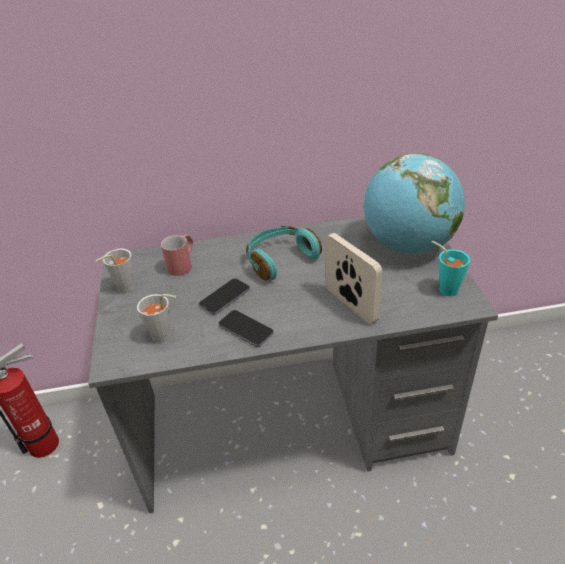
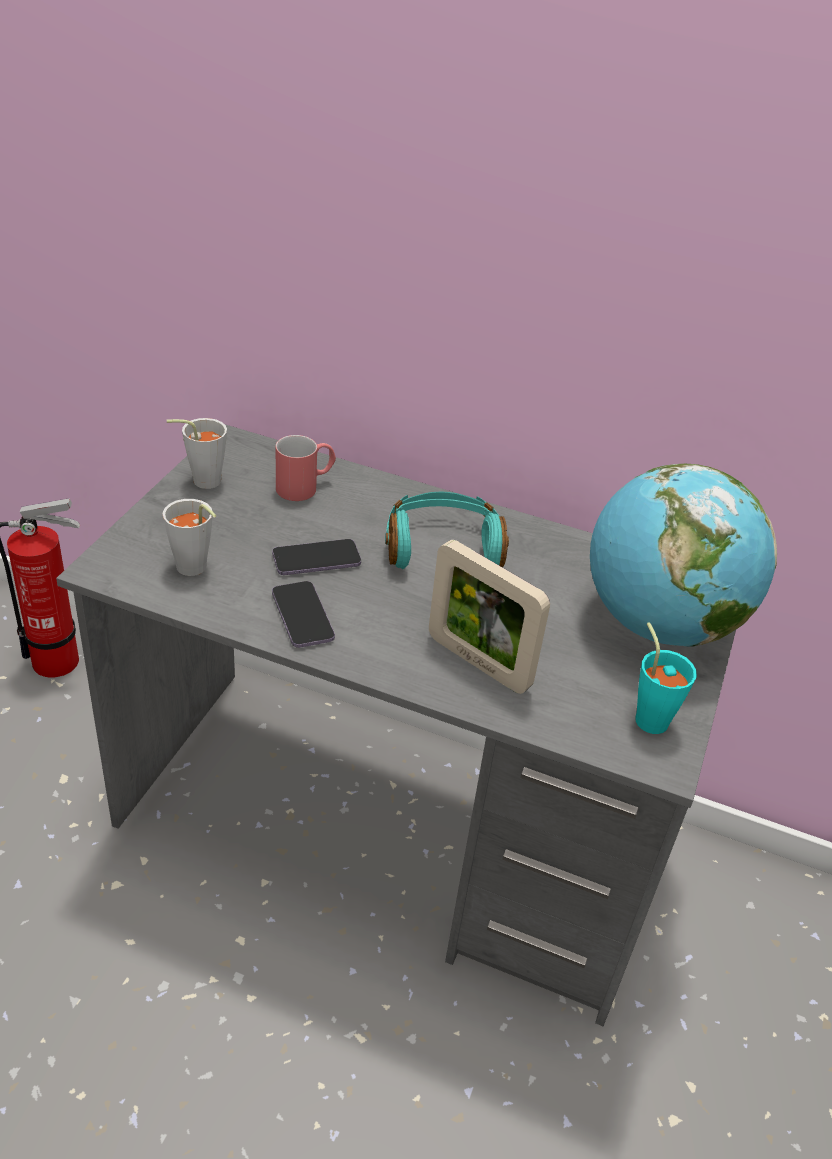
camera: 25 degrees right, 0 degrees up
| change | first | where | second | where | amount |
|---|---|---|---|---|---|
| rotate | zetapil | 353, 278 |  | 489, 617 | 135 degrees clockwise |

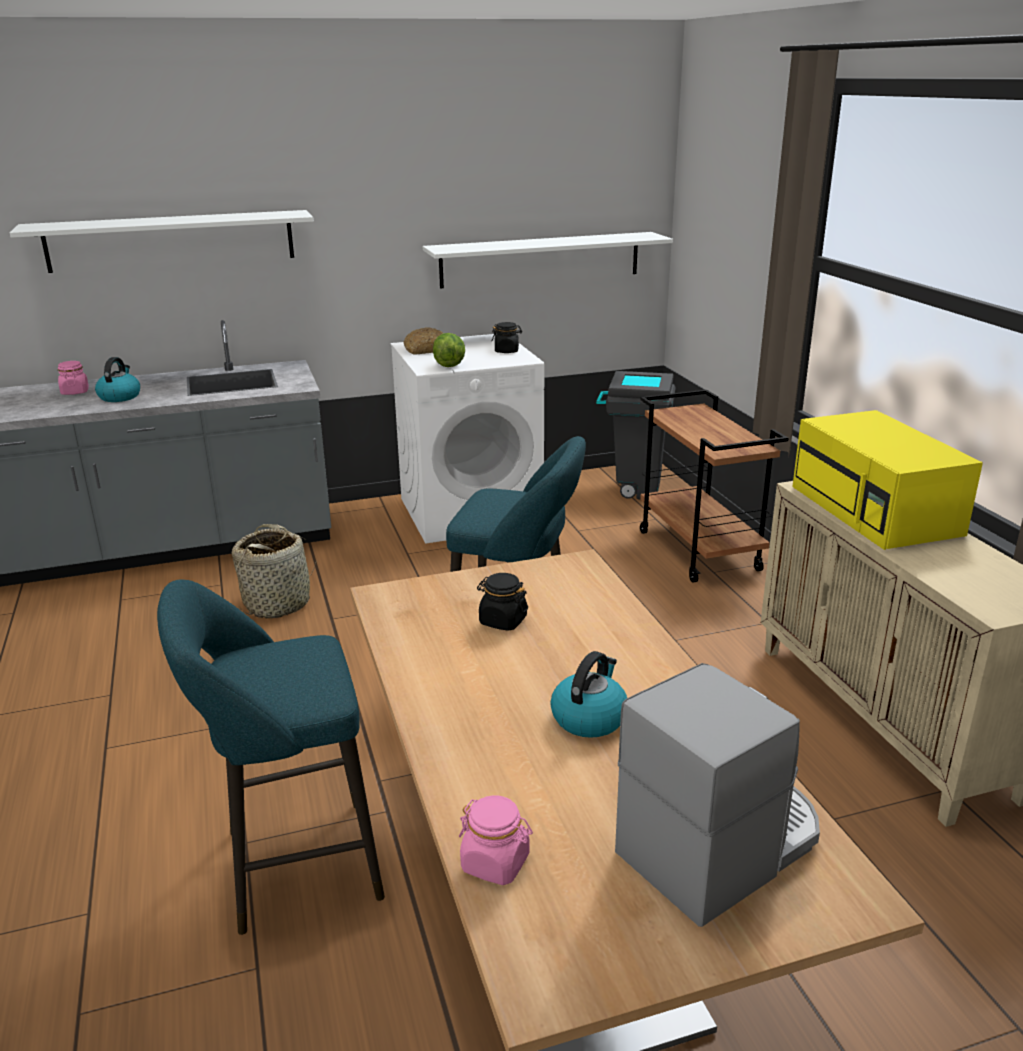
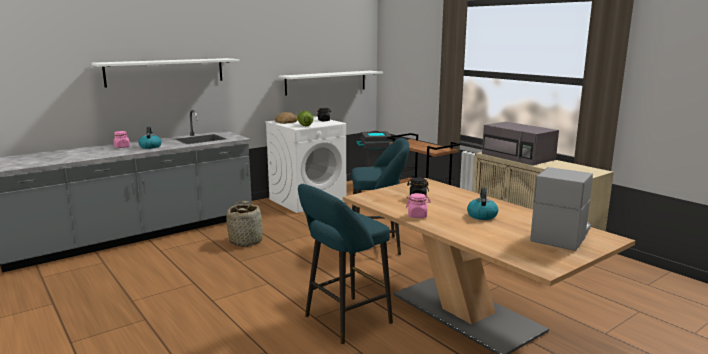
camera: 20 degrees left, 10 degrees down
| change | first | where | second | where | amount |
|---|---|---|---|---|---|
| move | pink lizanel | 496, 840 |  | 418, 205 |  |
| recolor | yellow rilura | 887, 480 | grey rilura | 520, 144 |  |

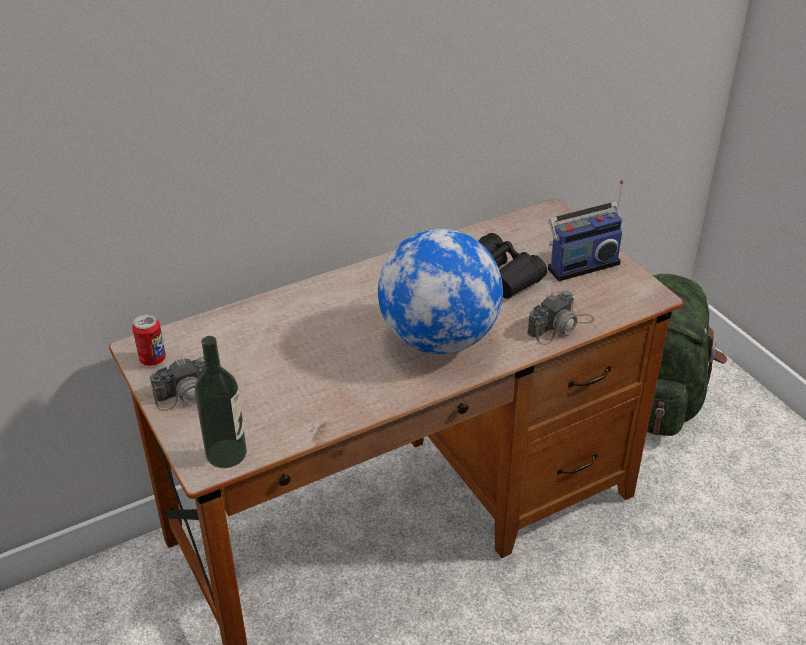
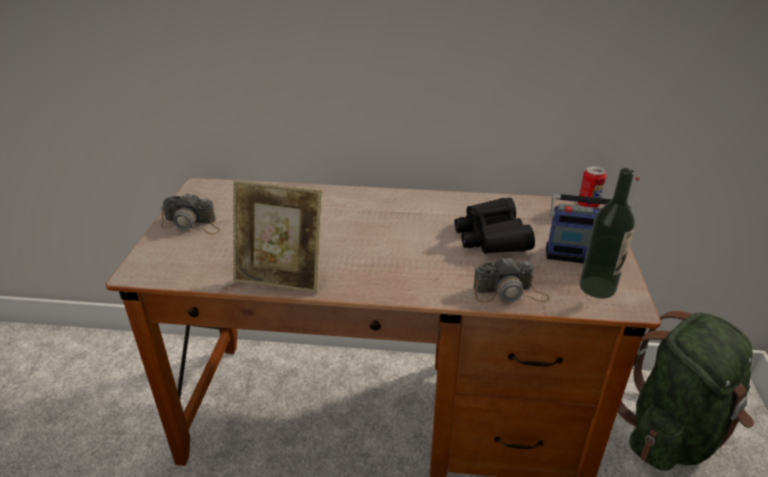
camera: 35 degrees right, 5 degrees down
| change | first | where | second | where | amount |
|---|---|---|---|---|---|
| delete | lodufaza | 440, 291 |  |  |  |
| insert |  |  | zetapil | 277, 236 |  |
| move | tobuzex | 149, 340 |  | 592, 187 |  |
| move | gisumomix | 221, 402 |  | 607, 233 |  |

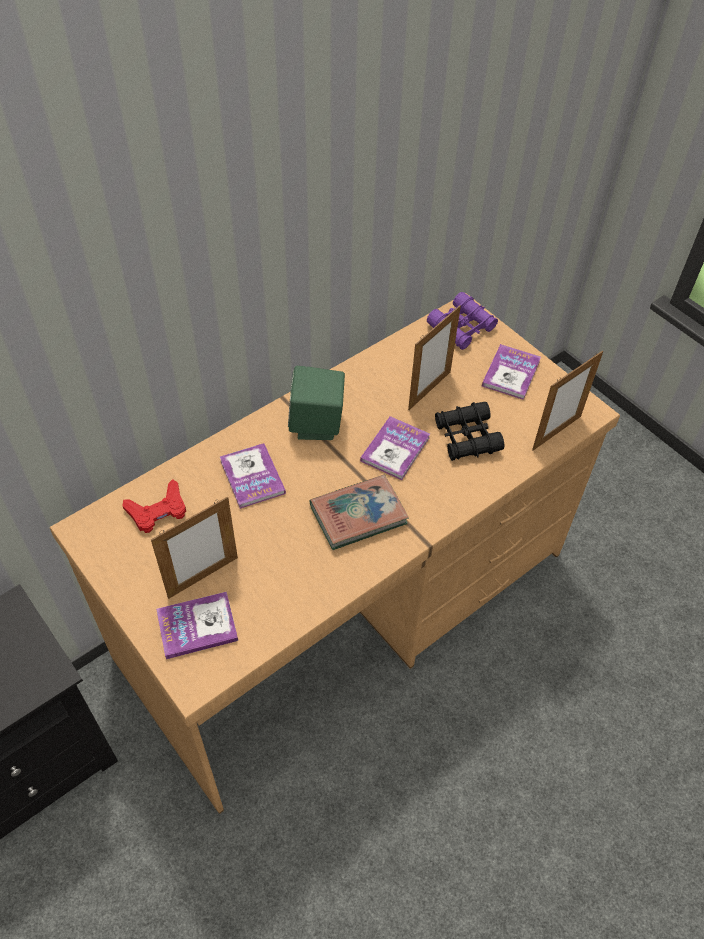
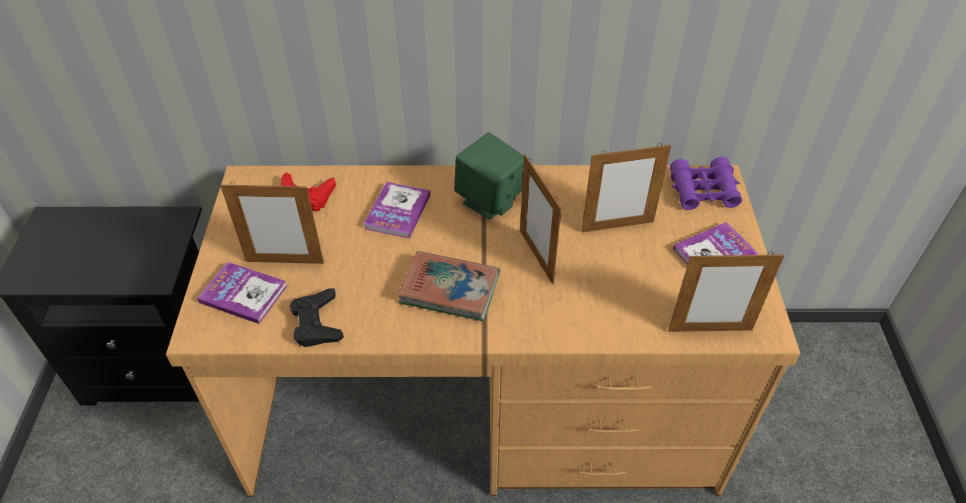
camera: 40 degrees right, 5 degrees down
| change | first | where | second | where | amount |
|---|---|---|---|---|---|
| delete | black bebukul | 470, 431 |  |  |  |
| insert |  |  | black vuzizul | 317, 317 |  |
| replace | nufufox | 395, 448 | zetapil | 541, 219 |  |

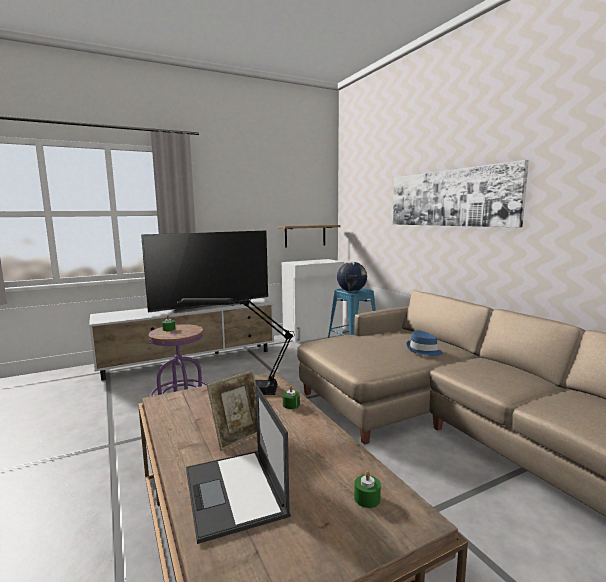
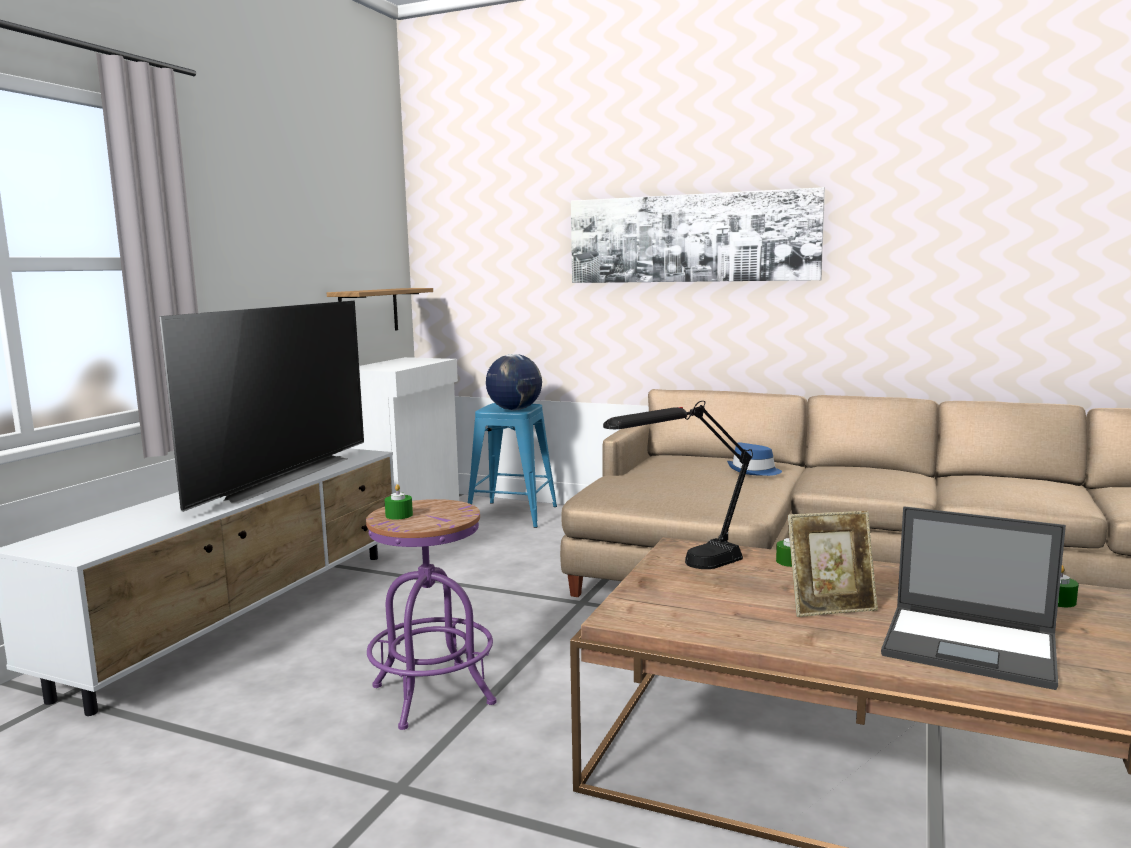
camera: 40 degrees left, 0 degrees up
| change | first | where | second | where | amount |
|---|---|---|---|---|---|
| rotate | zetapil | 232, 411 |  | 833, 564 | 75 degrees clockwise |

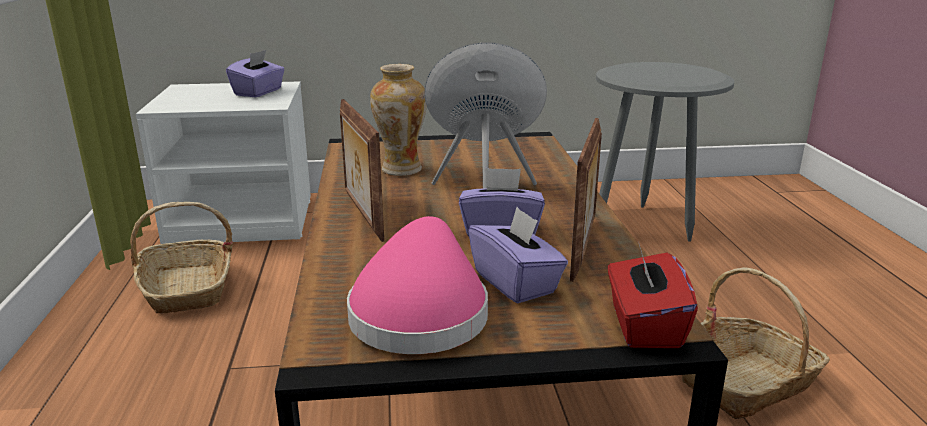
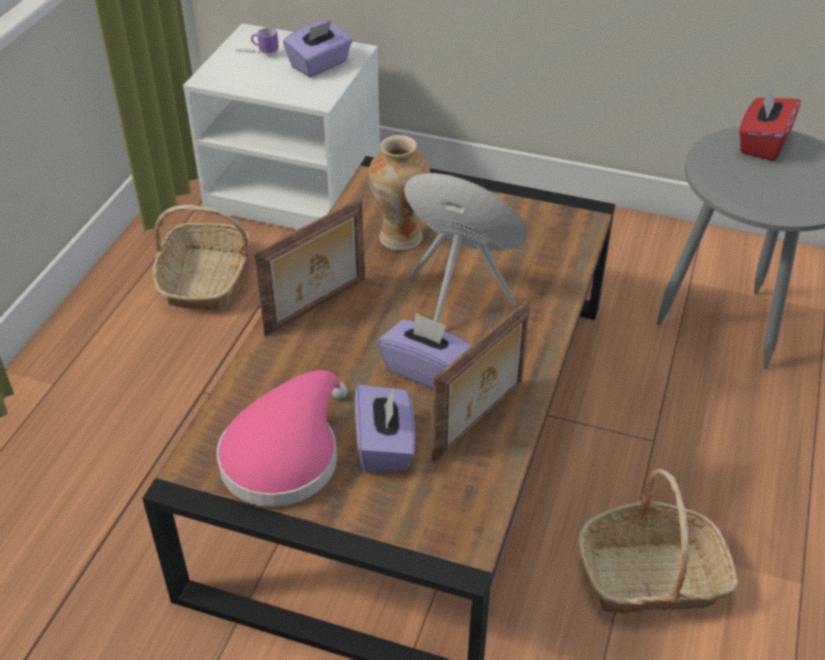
camera: 25 degrees right, 20 degrees up
| change | first | where | second | where | amount |
|---|---|---|---|---|---|
| insert |  |  | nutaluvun | 257, 41 |  |
| move | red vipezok | 653, 294 |  | 770, 124 |  |
| rotate | zetapil | 362, 170 |  | 309, 266 | 135 degrees counterclockwise |

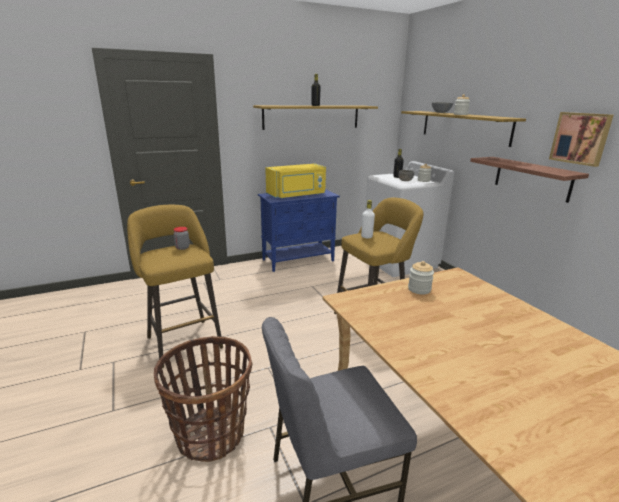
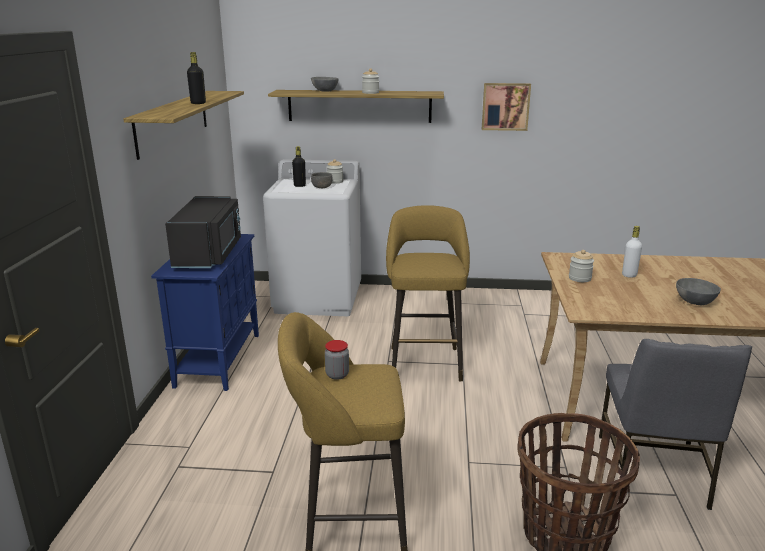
camera: 60 degrees left, 0 degrees up
| change | first | where | second | where | amount |
|---|---|---|---|---|---|
| delete | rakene | 529, 180 |  |  |  |
| insert |  |  | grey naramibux | 698, 291 |  |
| move | white gisumomix | 368, 219 |  | 632, 252 |  |
| recolor | yellow rilura | 295, 181 | black rilura | 203, 232 |  |

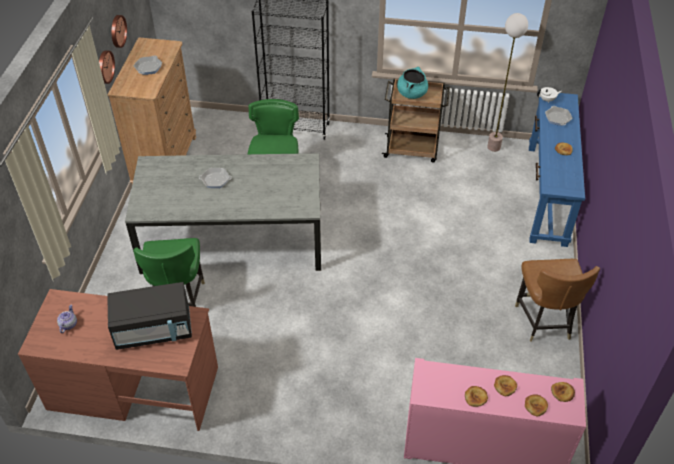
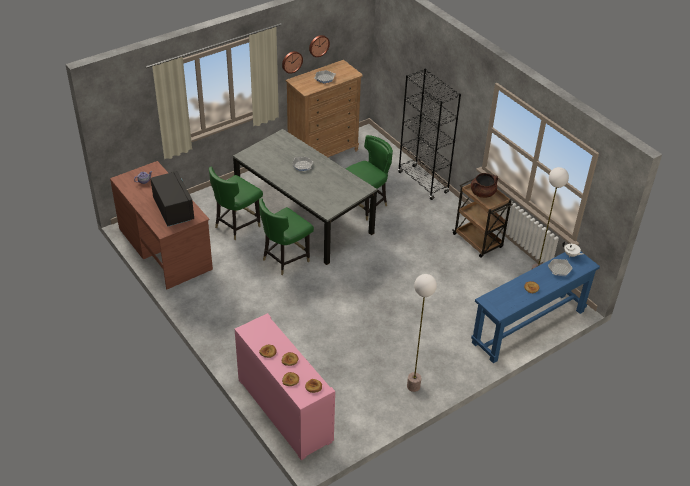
camera: 45 degrees right, 5 degrees down
| change | first | where | second | where | amount |
|---|---|---|---|---|---|
| insert |  |  | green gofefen | 286, 237 |  |
| replace | brown gofefen | 557, 300 | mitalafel | 422, 333 |  |
| recolor | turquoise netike | 412, 83 | brown netike | 484, 185 |  |
| rotate | black rilura | 149, 316 |  | 172, 199 | 150 degrees counterclockwise |

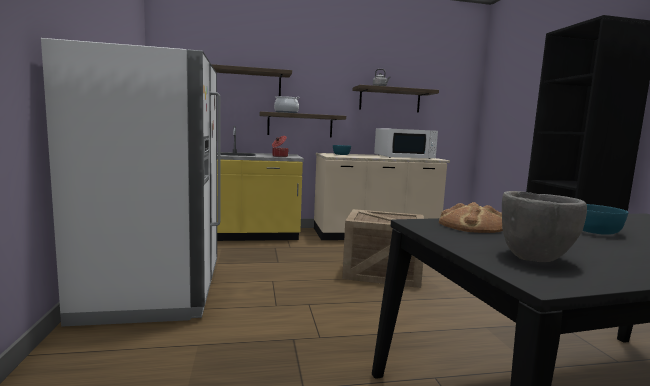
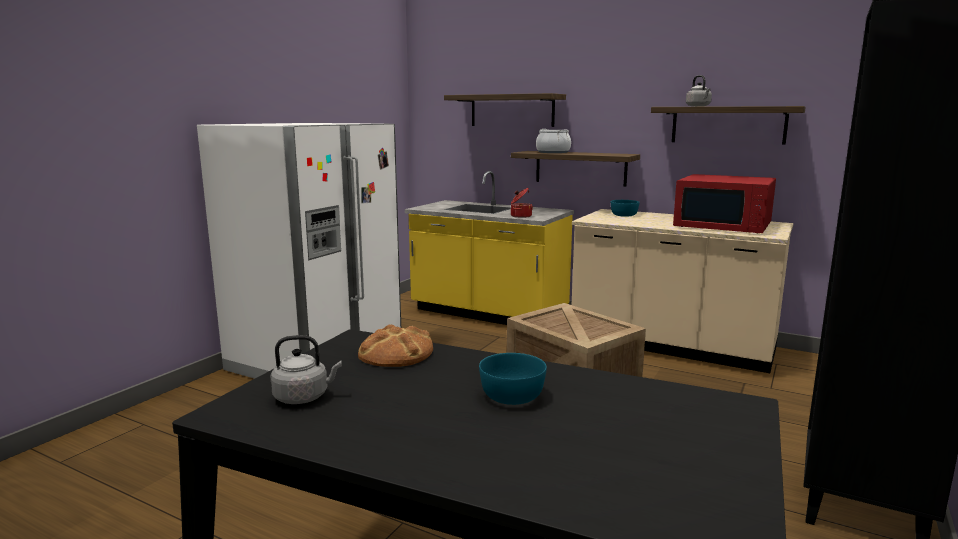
camera: 40 degrees right, 5 degrees up
| change | first | where | second | where | amount |
|---|---|---|---|---|---|
| replace | grey naramibux | 544, 226 | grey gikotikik | 306, 369 |  |
| recolor | white rilura | 406, 144 | red rilura | 724, 203 |  |

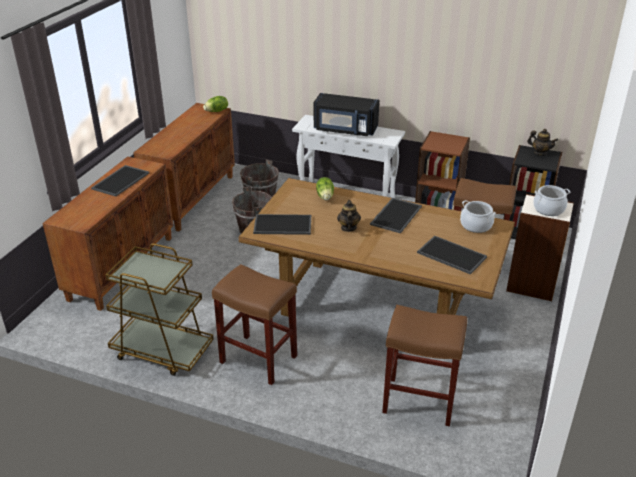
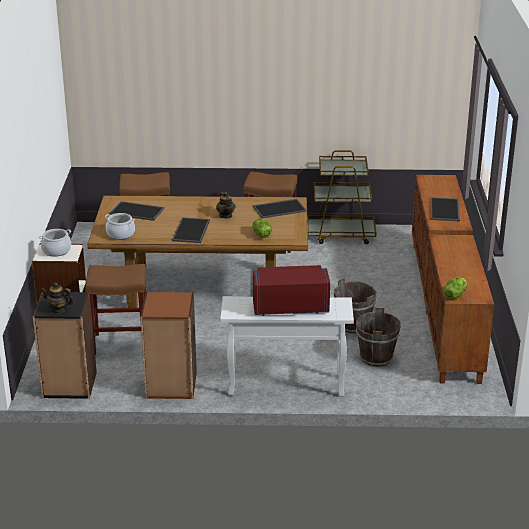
camera: 160 degrees right, 5 degrees down
| change | first | where | second | where | amount |
|---|---|---|---|---|---|
| recolor | black rilura | 346, 114 | red rilura | 291, 290 |  |

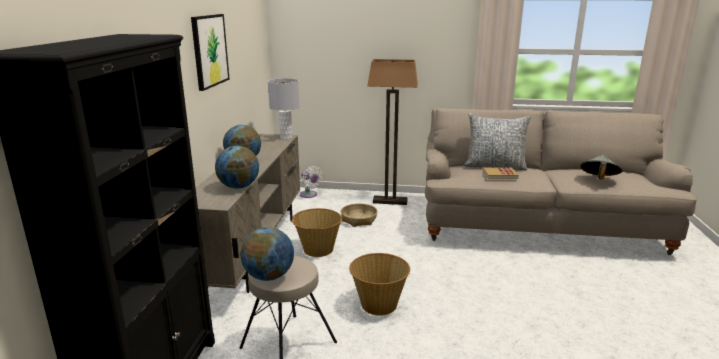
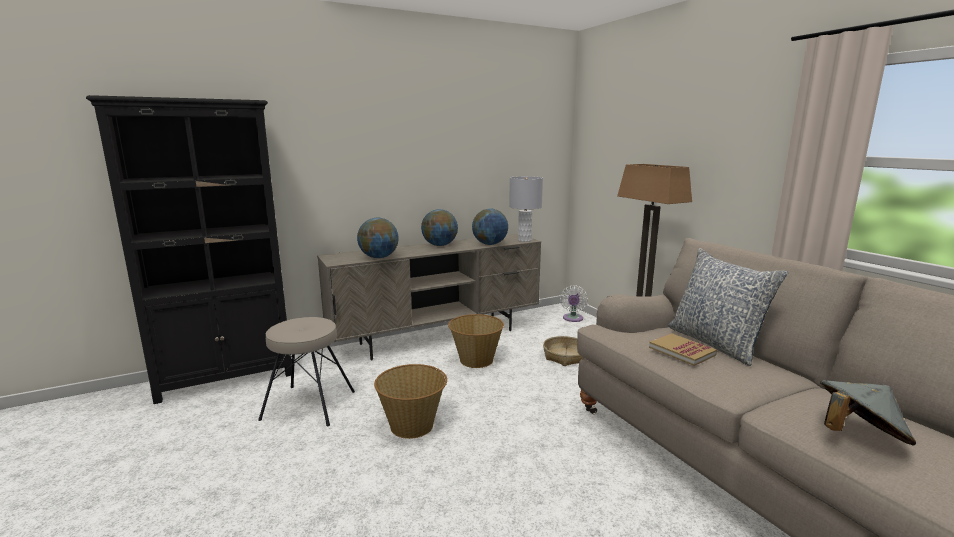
camera: 55 degrees right, 5 degrees down
| change | first | where | second | where | amount |
|---|---|---|---|---|---|
| delete | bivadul | 210, 52 |  |  |  |
| move | lodufaza | 267, 254 |  | 490, 227 |  |

